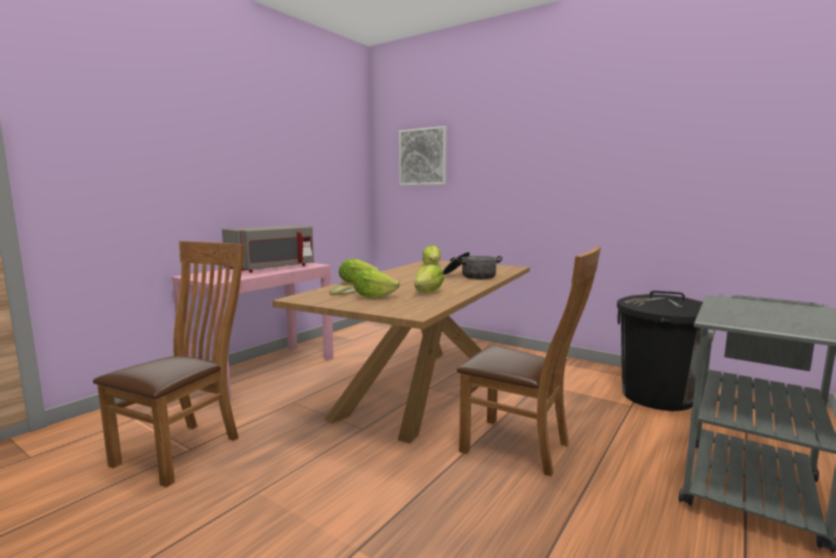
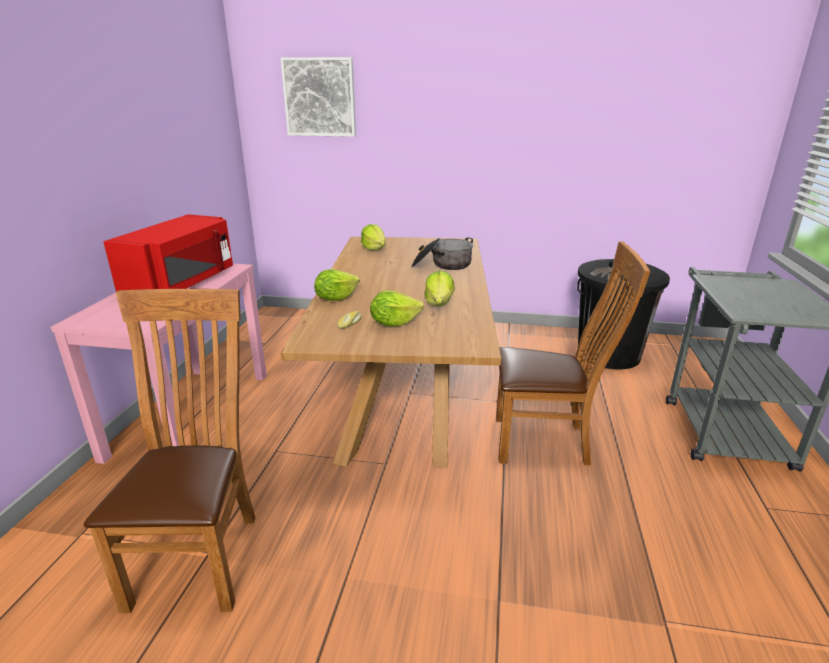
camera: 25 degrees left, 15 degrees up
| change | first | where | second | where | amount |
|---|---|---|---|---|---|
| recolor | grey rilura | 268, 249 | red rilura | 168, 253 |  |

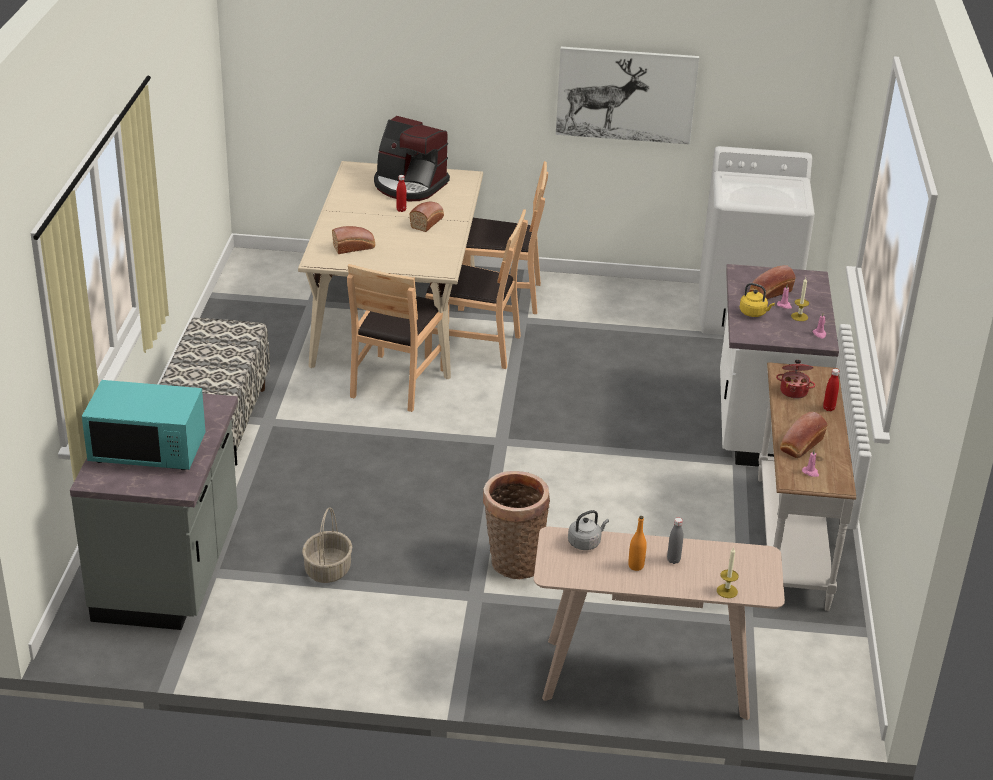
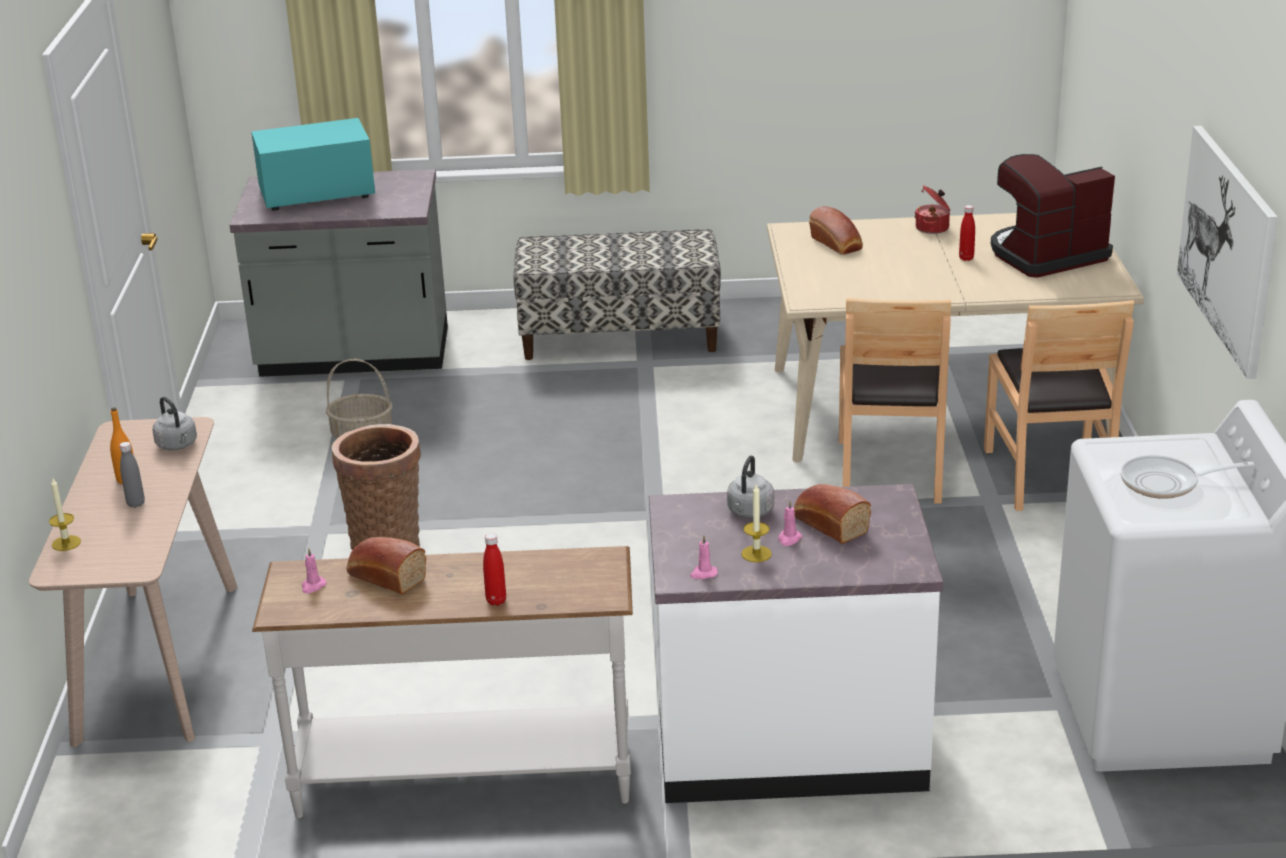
camera: 85 degrees right, 5 degrees down
| change | first | where | second | where | amount |
|---|---|---|---|---|---|
| delete | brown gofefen | 398, 338 |  |  |  |
| delete | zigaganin | 427, 217 |  |  |  |
| insert |  |  | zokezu | 1187, 477 |  |
| move | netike | 795, 379 |  | 932, 209 |  |
| recolor | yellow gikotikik | 757, 300 | grey gikotikik | 750, 486 |  |
| rotate | turquoise rilura | 143, 425 |  | 313, 164 | 75 degrees clockwise |
| rotate | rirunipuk | 412, 158 |  | 1053, 216 | 45 degrees clockwise |

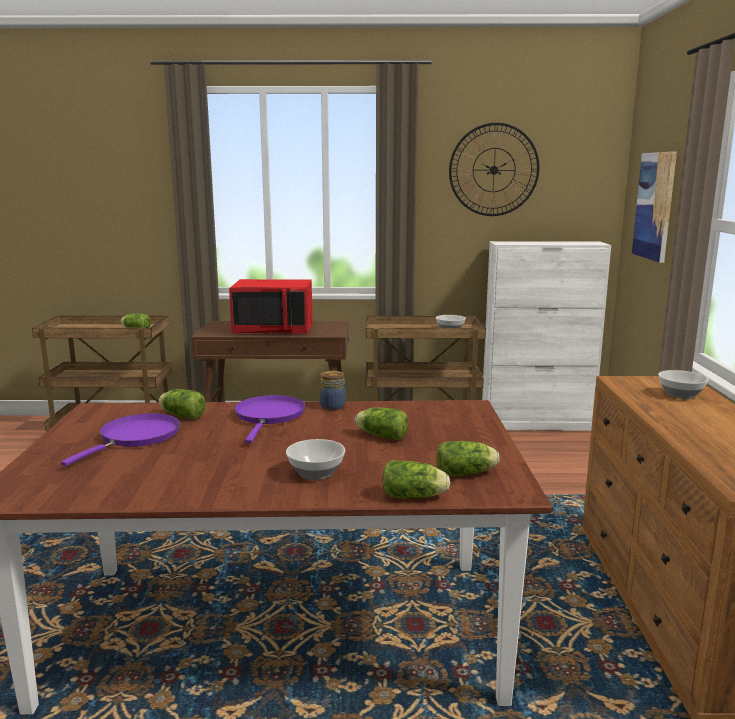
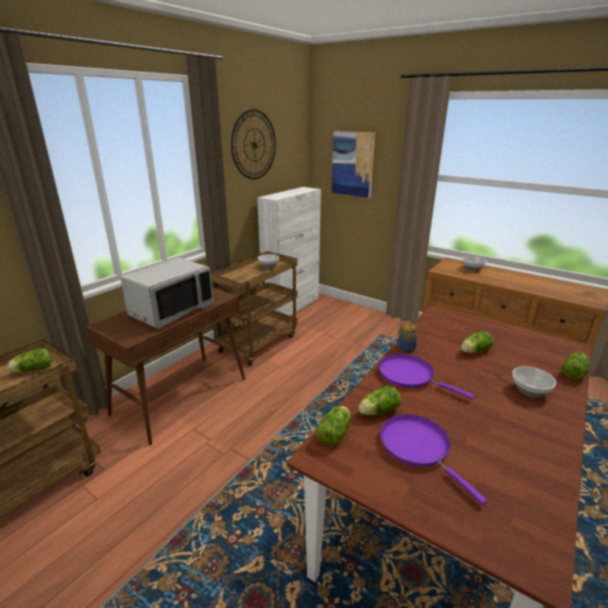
camera: 55 degrees left, 10 degrees up
| change | first | where | second | where | amount |
|---|---|---|---|---|---|
| move | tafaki | 467, 458 |  | 333, 426 |  |
| recolor | red rilura | 271, 306 | grey rilura | 166, 293 |  |

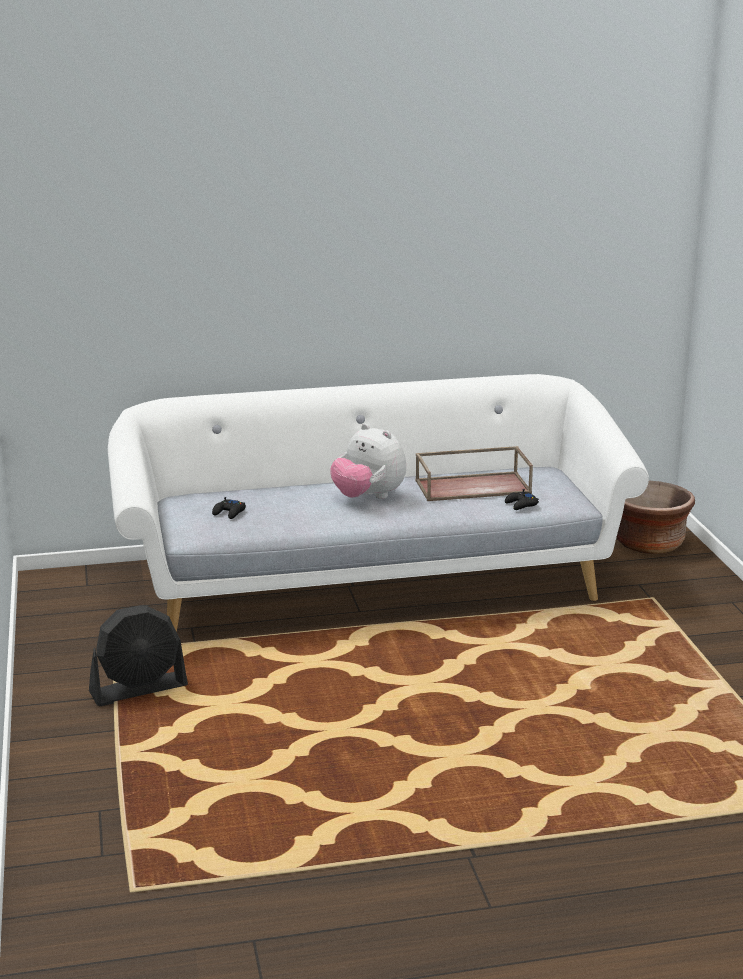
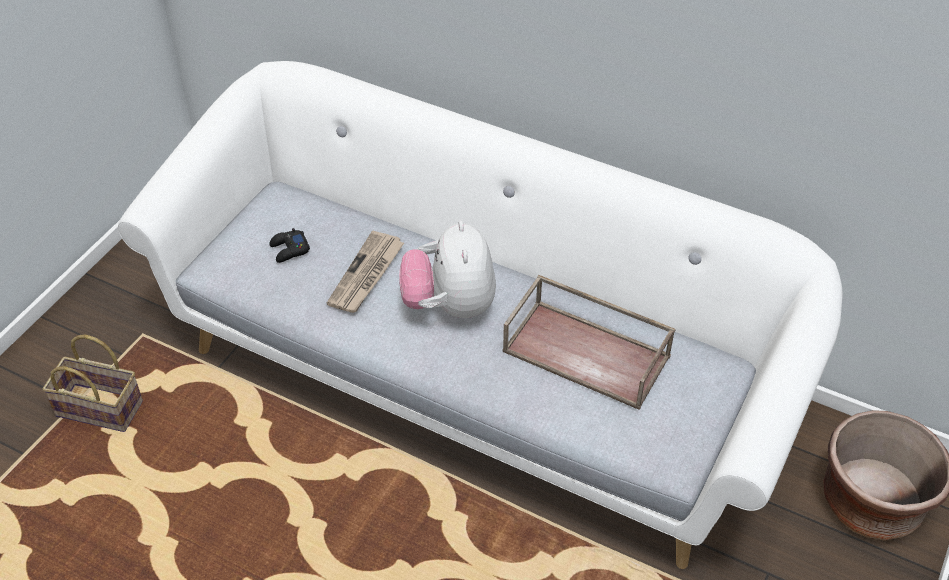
camera: 40 degrees right, 25 degrees up
| change | first | where | second | where | amount |
|---|---|---|---|---|---|
| delete | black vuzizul | 522, 499 |  |  |  |
| insert |  |  | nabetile | 365, 272 |  |
| replace | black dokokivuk | 138, 655 | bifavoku | 92, 383 |  |

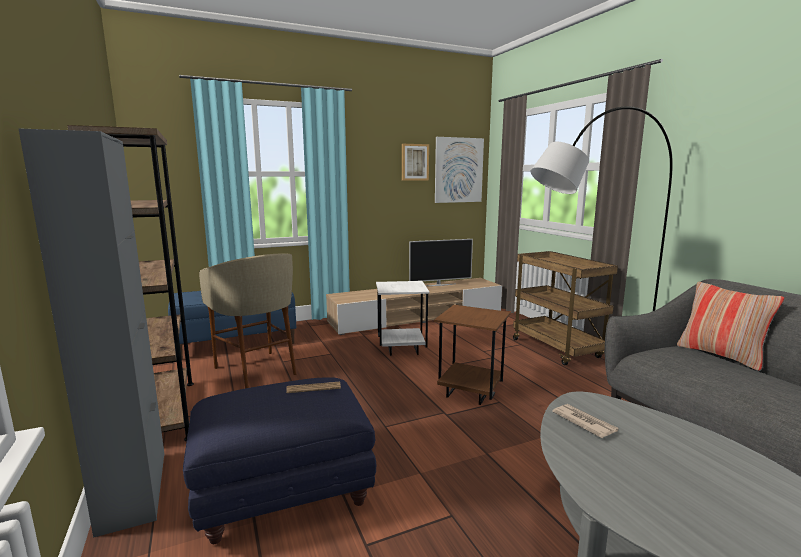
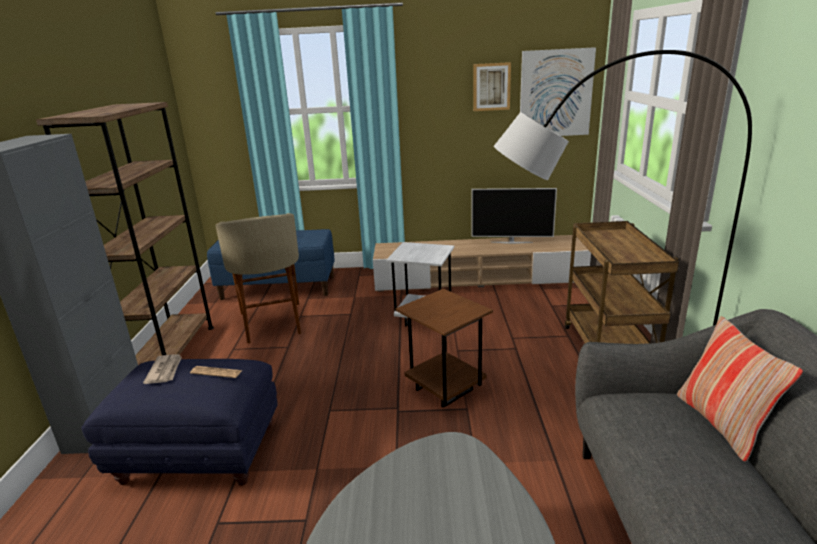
camera: 25 degrees right, 10 degrees up
| change | first | where | second | where | amount |
|---|---|---|---|---|---|
| move | nabetile | 585, 421 |  | 162, 369 |  |

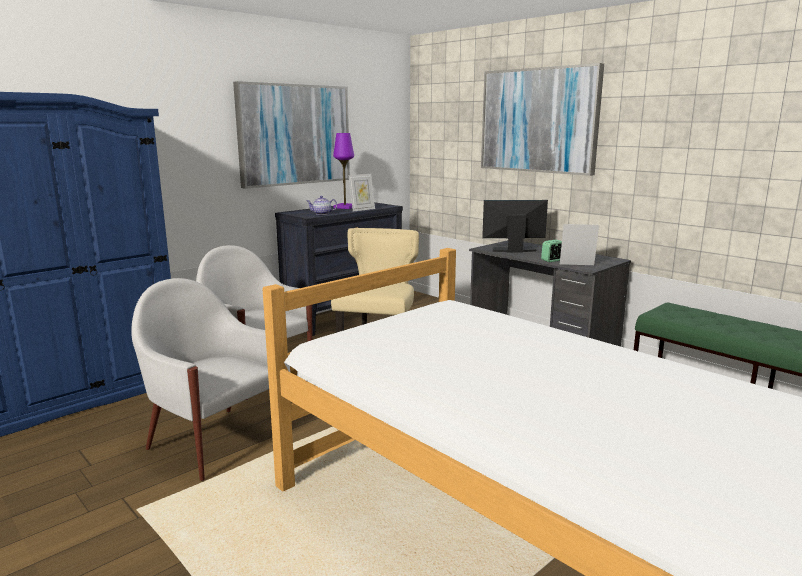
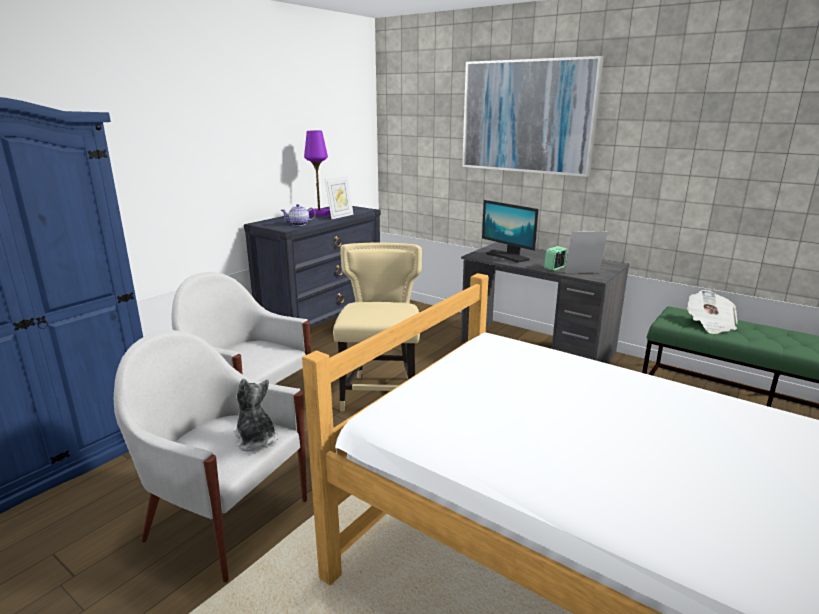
camera: 10 degrees left, 5 degrees up
| change | first | where | second | where | amount |
|---|---|---|---|---|---|
| delete | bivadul | 291, 135 |  |  |  |
| insert |  |  | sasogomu | 255, 414 |  |
| insert |  |  | nabetile | 712, 312 |  |
| rotate | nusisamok | 515, 226 |  | 510, 231 | 120 degrees counterclockwise |

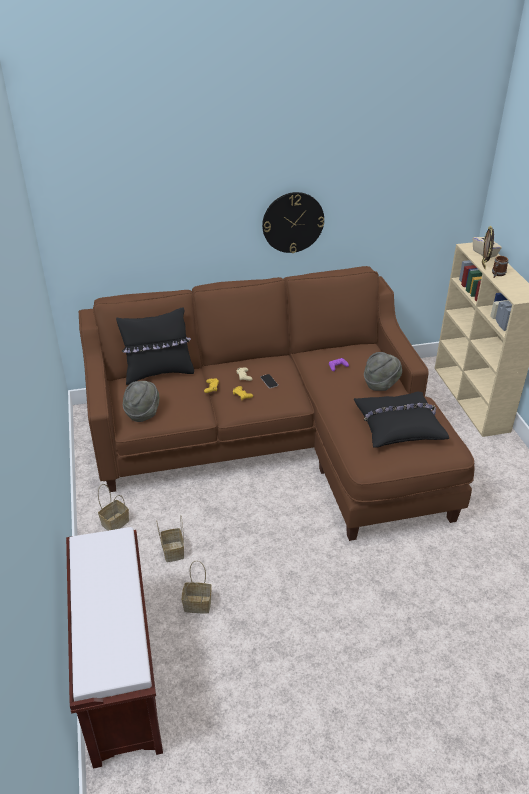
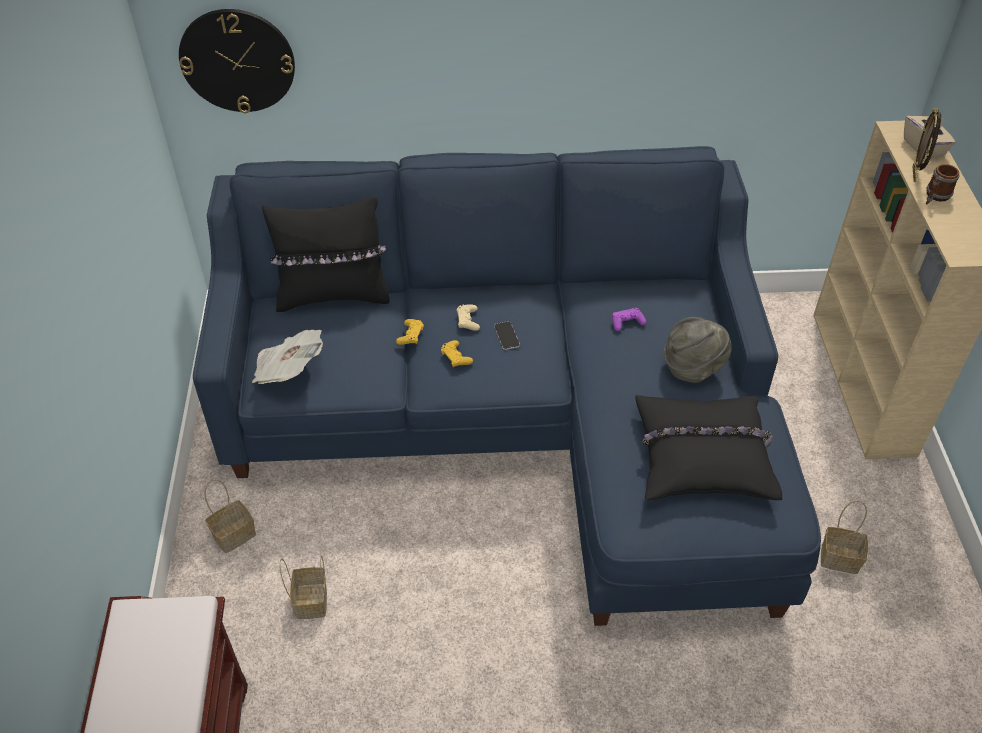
camera: 10 degrees right, 10 degrees up
| change | first | where | second | where | amount |
|---|---|---|---|---|---|
| move | bifavoku | 197, 587 |  | 844, 537 |  |
| move | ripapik | 293, 222 |  | 237, 61 |  |
| replace | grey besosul | 141, 401 | nabetile | 287, 357 |  |
| recolor | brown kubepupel | 276, 403 | blue kubepupel | 507, 386 |  |

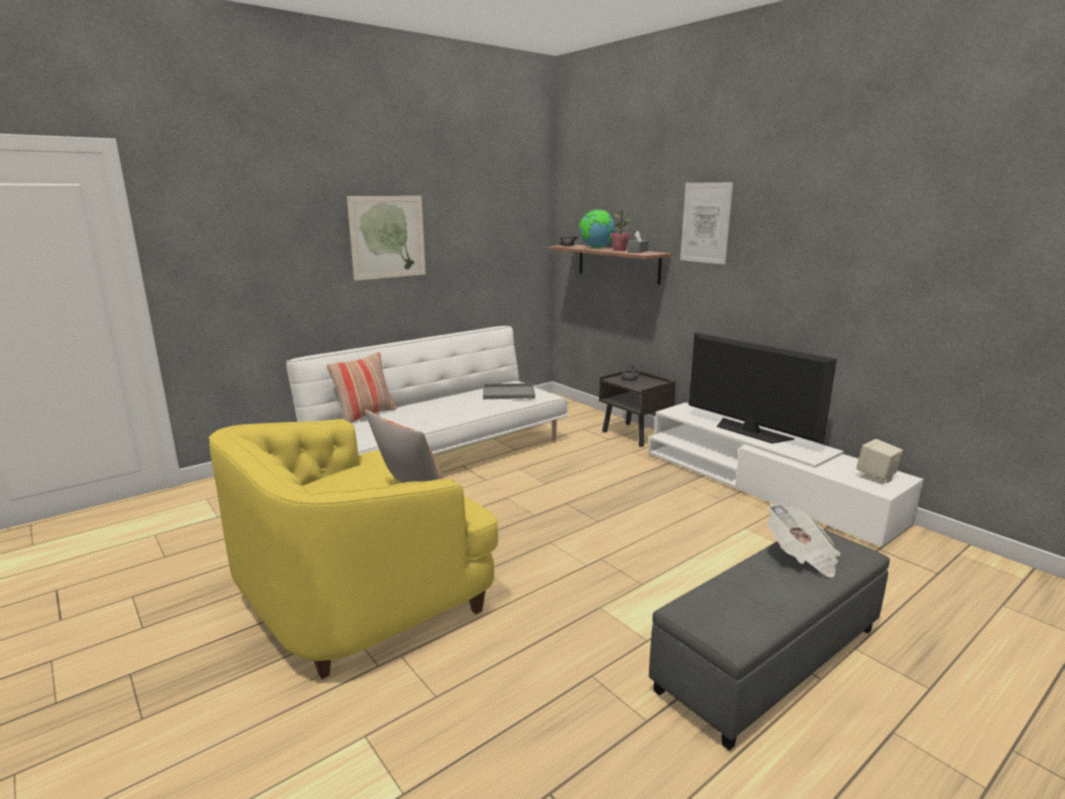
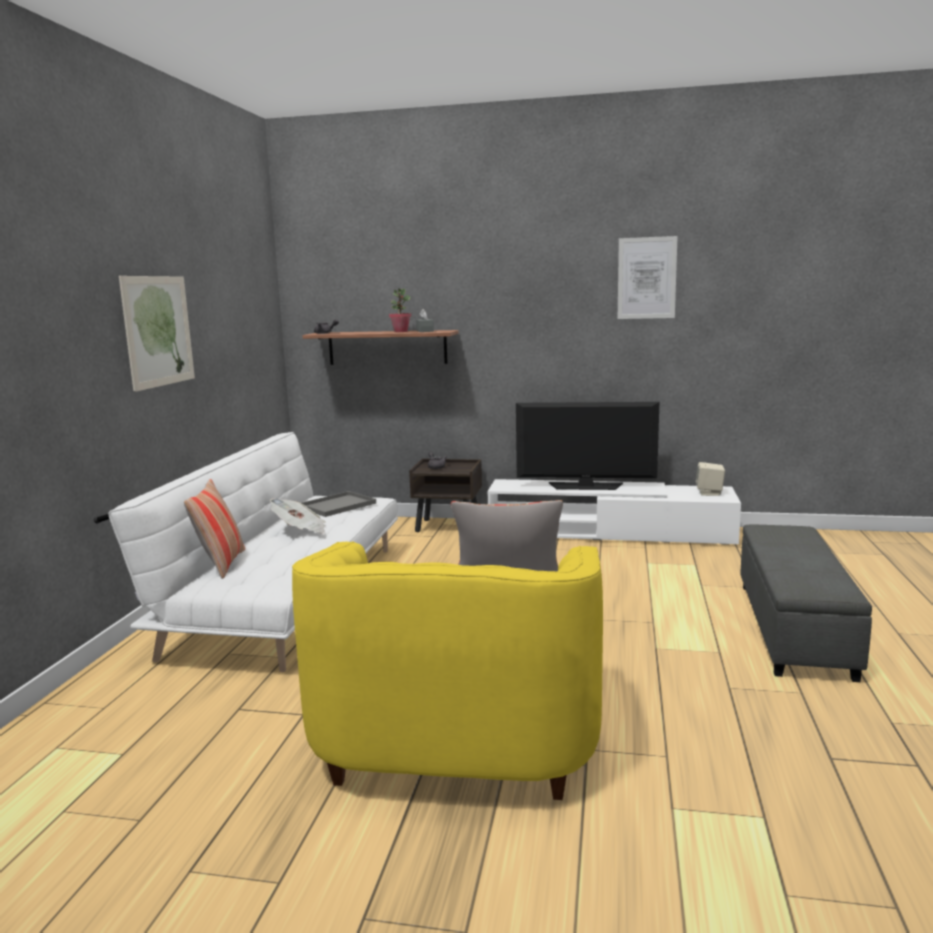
camera: 40 degrees left, 5 degrees down
| change | first | where | second | where | amount |
|---|---|---|---|---|---|
| delete | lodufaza | 597, 228 |  |  |  |
| move | bivadul | 706, 223 |  | 648, 277 |  |
| move | nabetile | 804, 540 |  | 298, 516 |  |

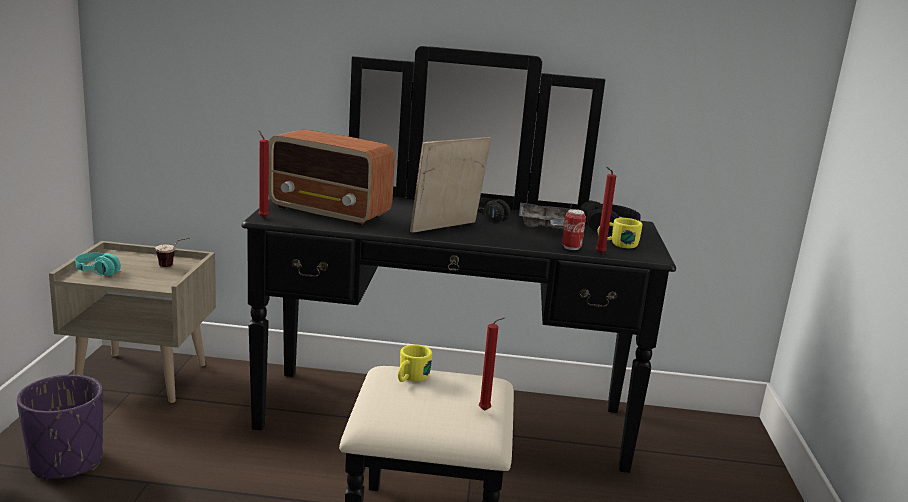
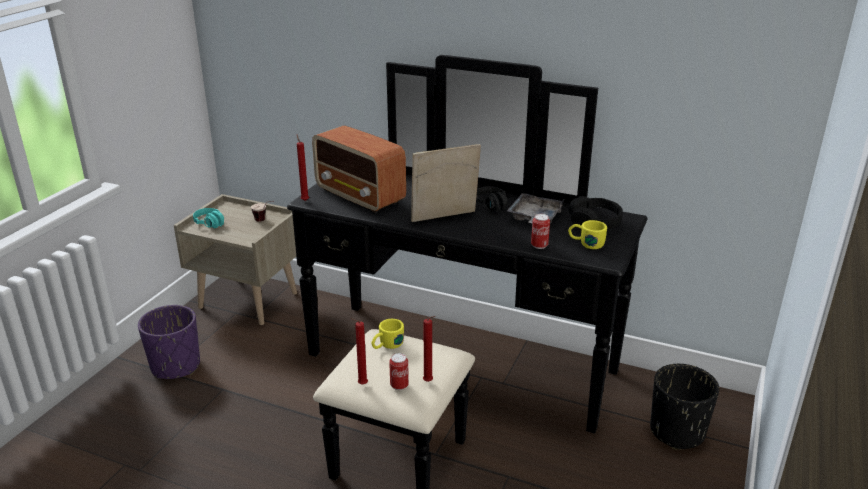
camera: 20 degrees right, 10 degrees up
| change | first | where | second | where | amount |
|---|---|---|---|---|---|
| insert |  |  | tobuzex | 399, 371 |  |
| insert |  |  | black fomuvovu | 684, 407 |  |
| move | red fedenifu | 606, 210 |  | 359, 351 |  |

